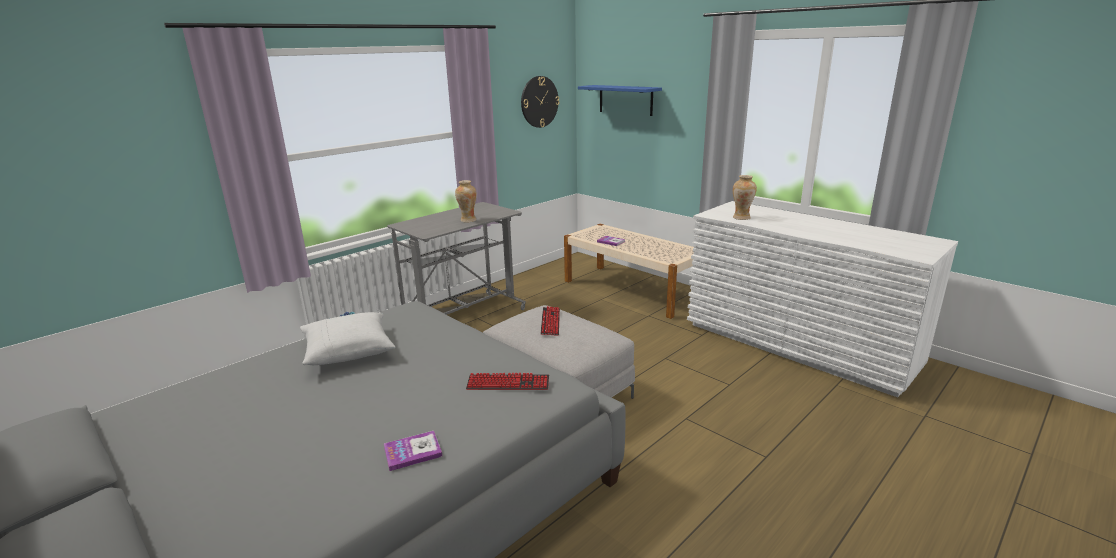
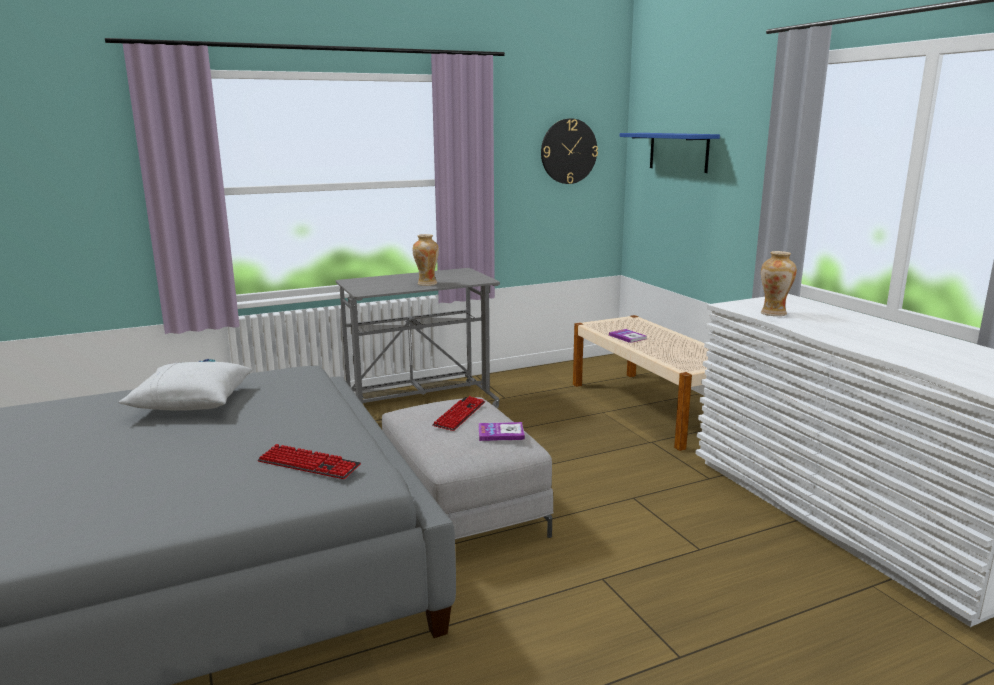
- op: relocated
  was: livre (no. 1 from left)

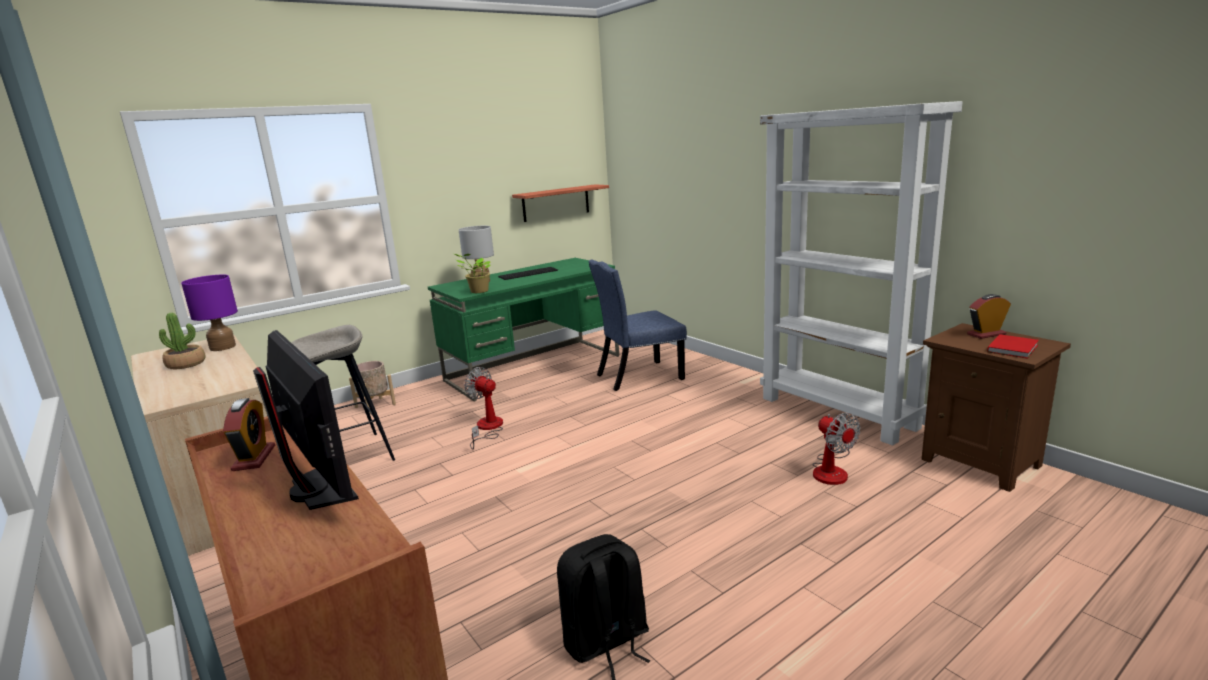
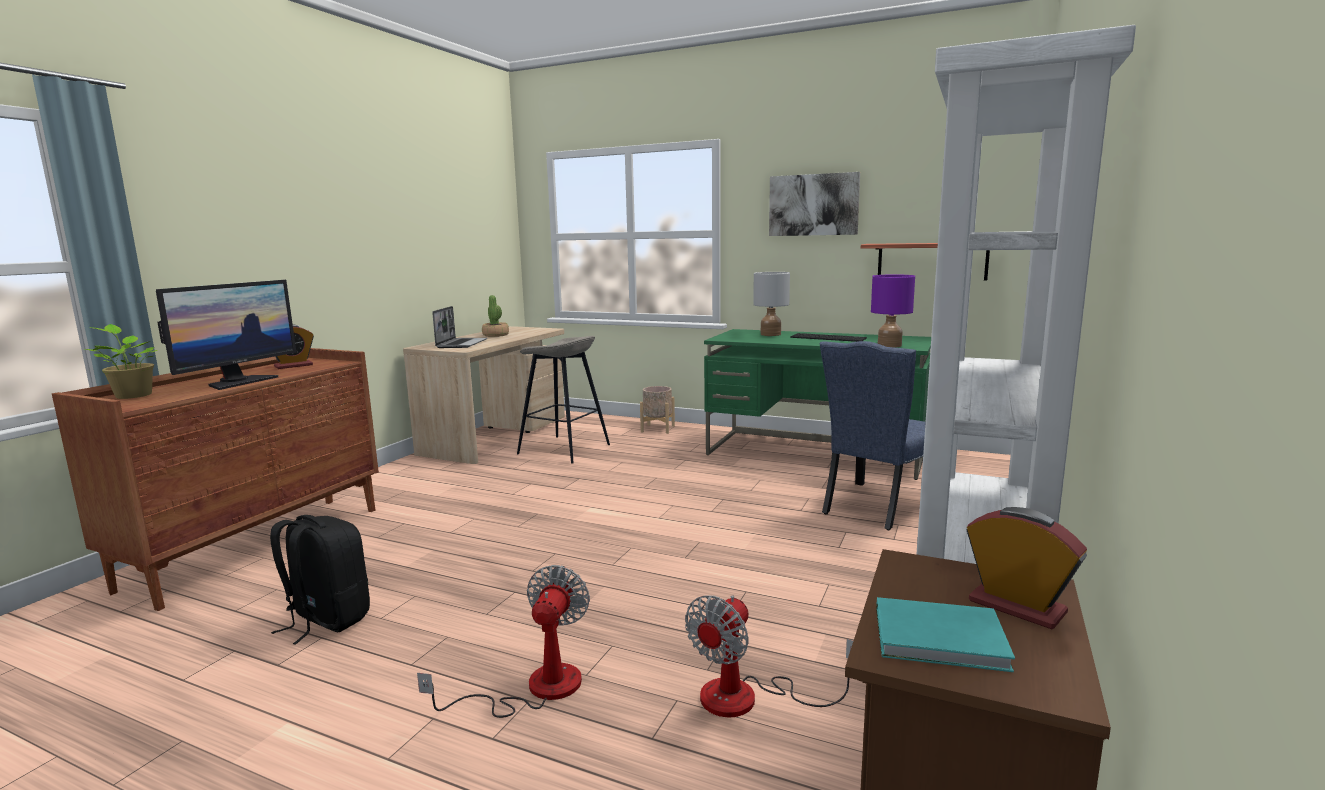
- op: relocated
  was: plante en pot (no. 2 from left in the first image)
  now: plante en pot (no. 1 from left)
- op: spun
  was: chaise/bleu
  clockwise: -90
- op: relocated
  was: lampe de table/violet
- op: colour
  was: livre/rouge
  now: livre/turquoise
- op: relocated
  was: ventilateur (no. 1 from left)
- op: appeared
  now: tableau
- op: appeared
  now: ordinateur portable

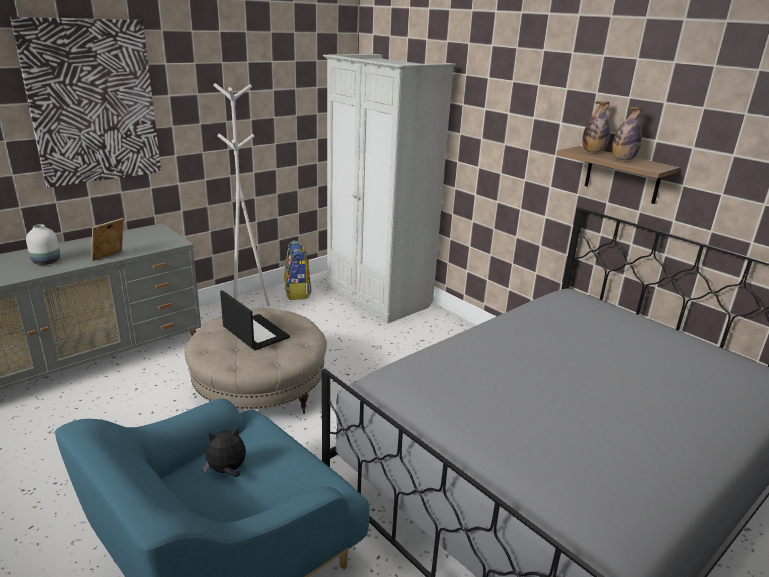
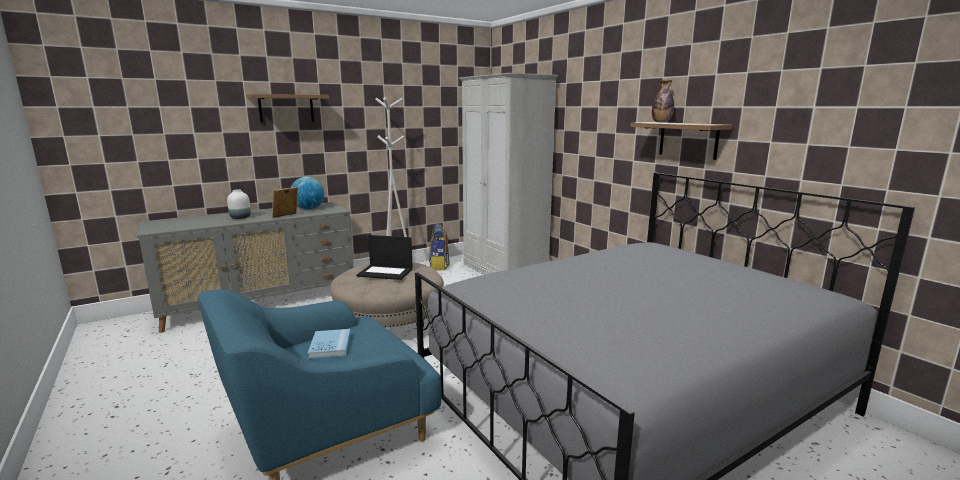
- op: exchanged
  was: tableau
  now: étagère (no. 1 from left)
- op: missing
  was: bouteille (no. 2 from left)
- op: spun
  was: ordinateur portable
  clockwise: 135
- op: exchanged
  was: peluche
  now: livre/bleu
- op: appeared
  now: globe

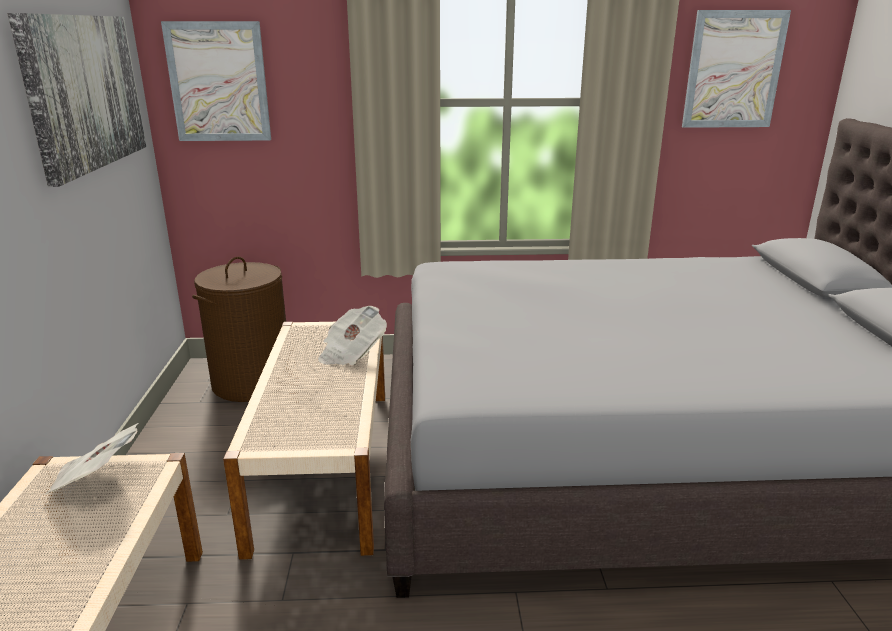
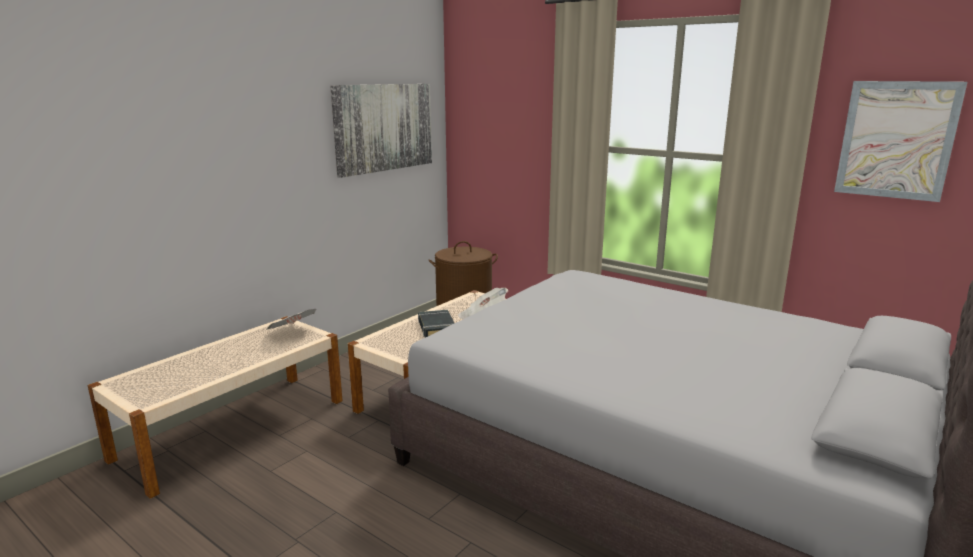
- op: missing
  was: tableau (no. 2 from left)
- op: appeared
  now: livre/noir

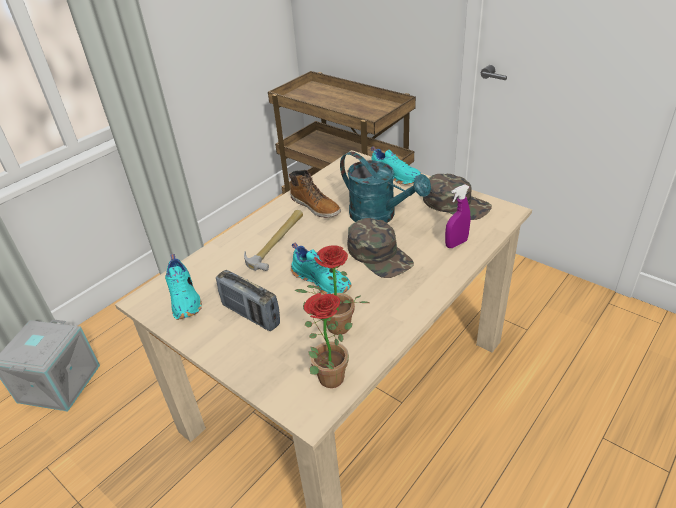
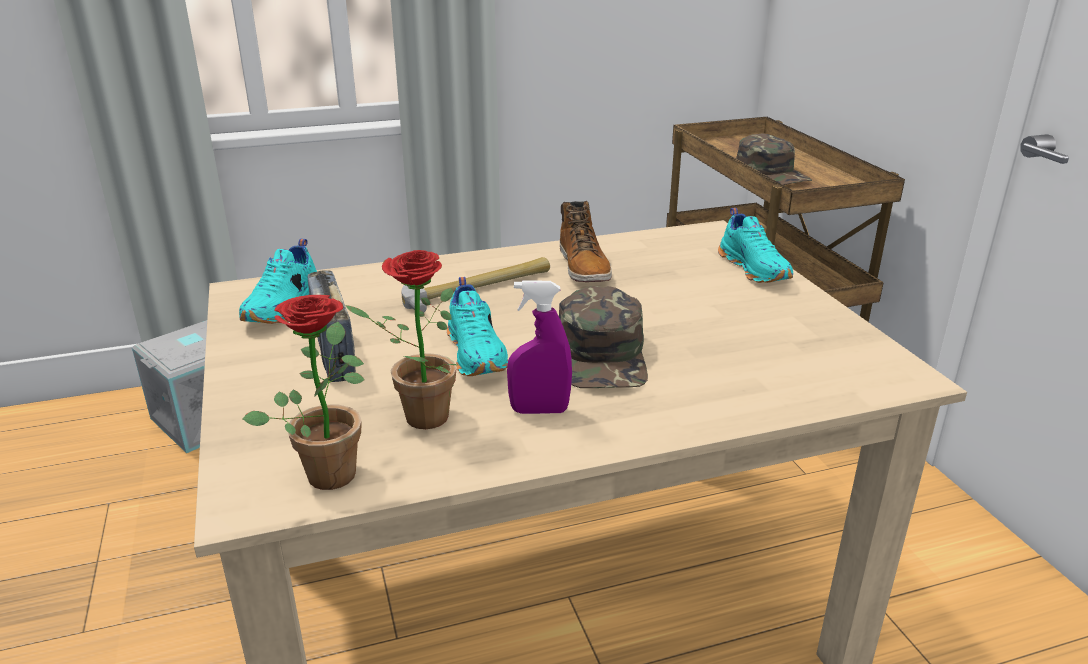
- op: missing
  was: arrosoir/turquoise
- op: relocated
  was: casquette/vert (no. 2 from left)
- op: relocated
  was: vaporisateur/violet

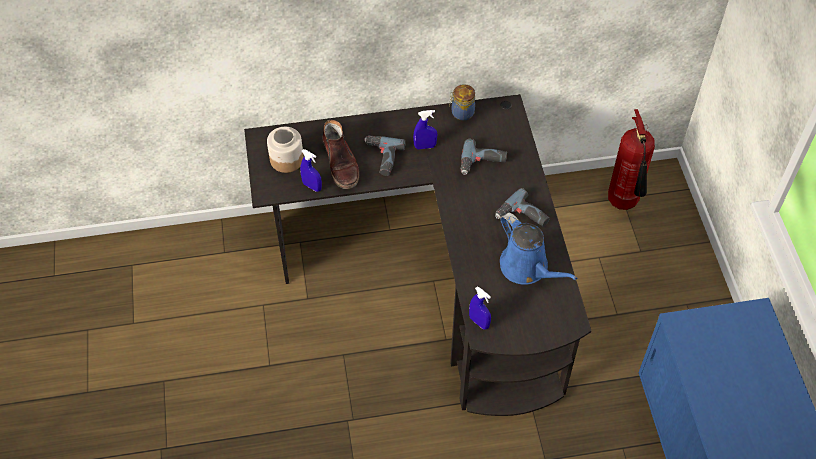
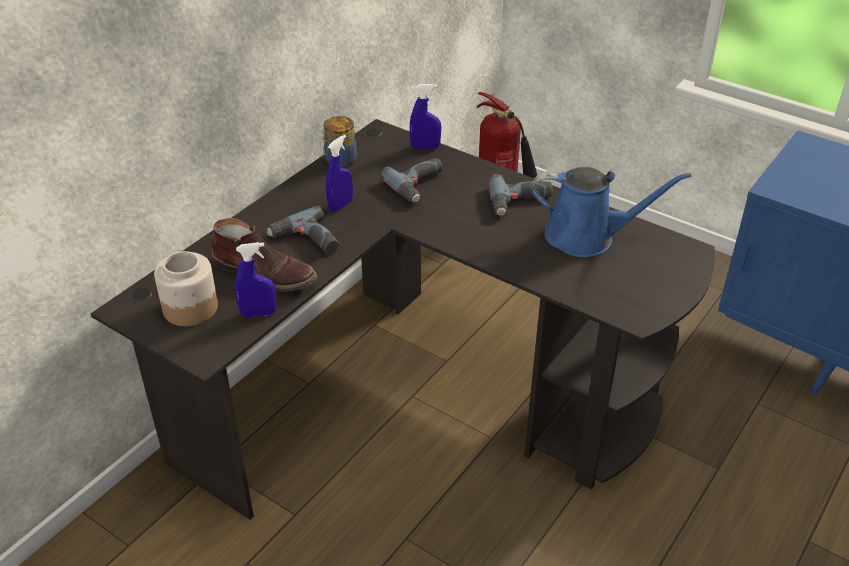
- op: relocated
  was: vaporisateur/bleu (no. 3 from left)

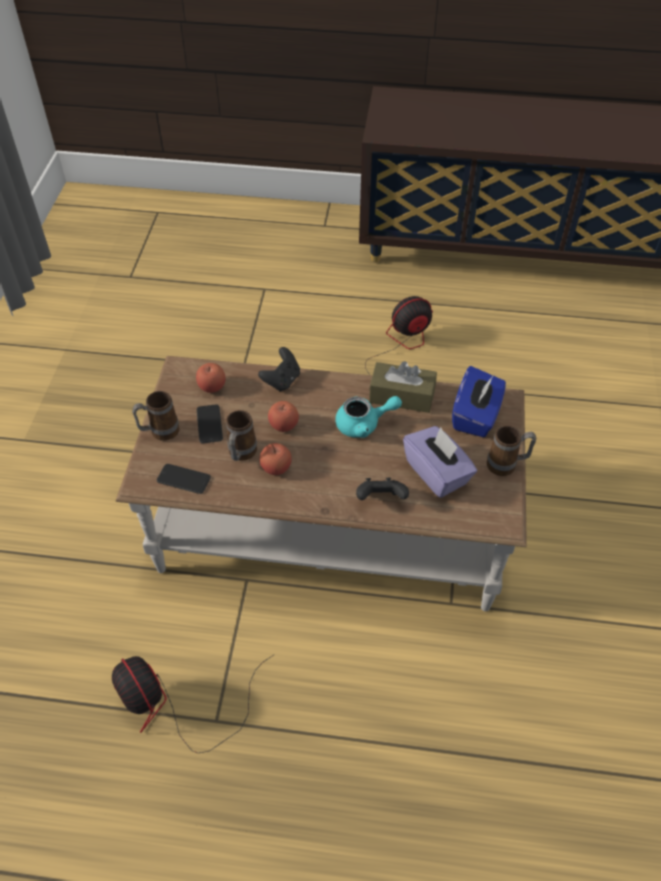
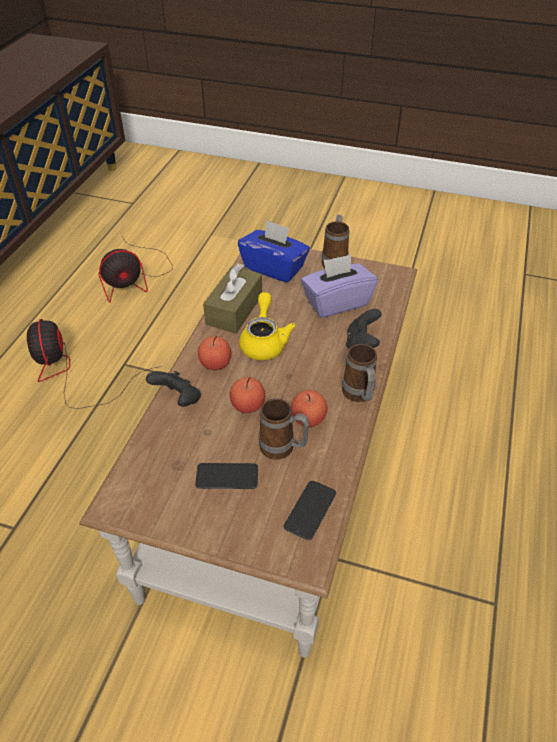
- op: relocated
  was: pomme (no. 1 from left)
- op: relocated
  was: mug (no. 1 from left in the first image)
  now: mug (no. 3 from left)
- op: colour
  was: théière/turquoise
  now: théière/jaune
- op: relocated
  was: ventilateur (no. 1 from left in the first image)
  now: ventilateur (no. 2 from left)

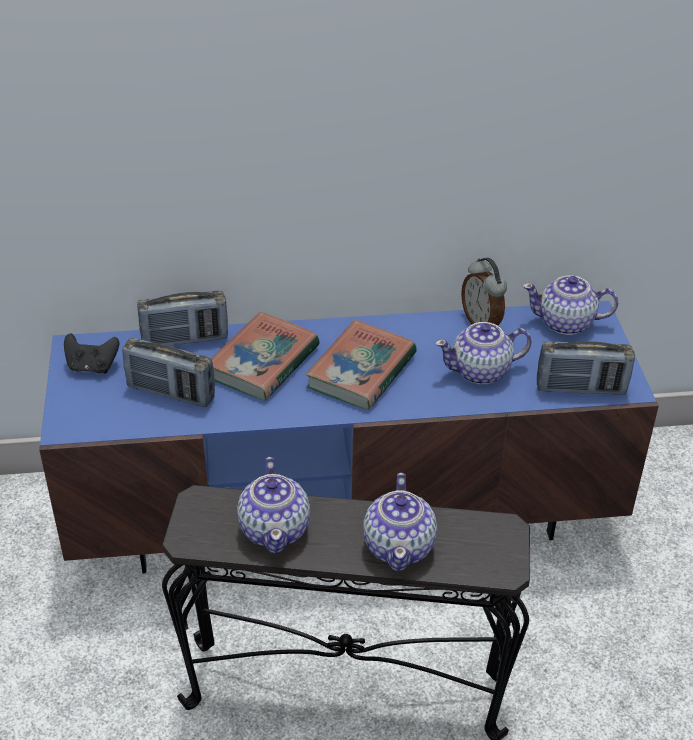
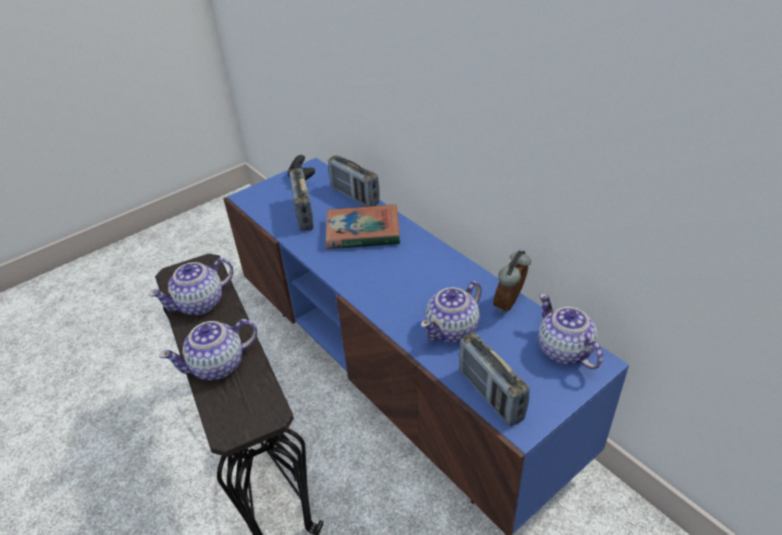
- op: missing
  was: livre (no. 2 from left)
- op: spun
  was: théière (no. 3 from left)
  clockwise: -90

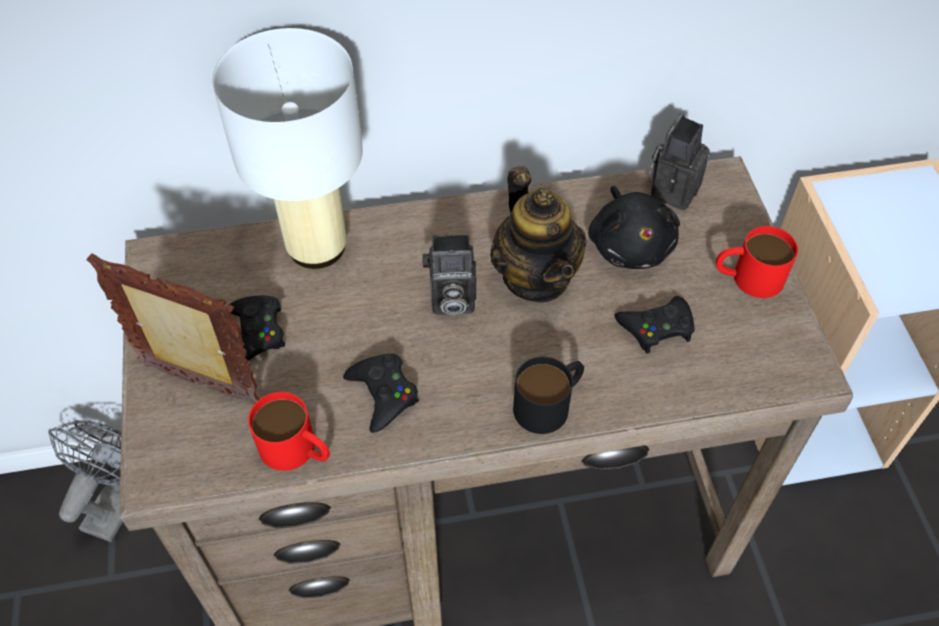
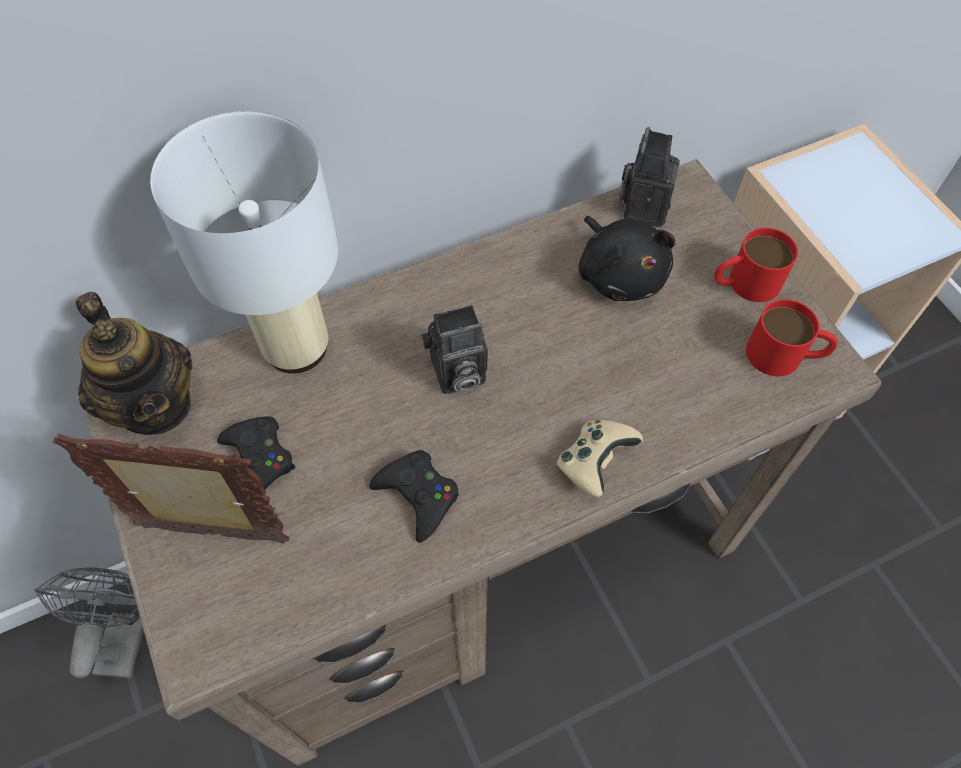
- op: relocated
  was: théière
- op: missing
  was: manette/noir (no. 3 from left)
- op: exchanged
  was: mug/noir
  now: manette/beige
- op: relocated
  was: mug/rouge (no. 1 from left in the first image)
  now: mug/rouge (no. 2 from left)

